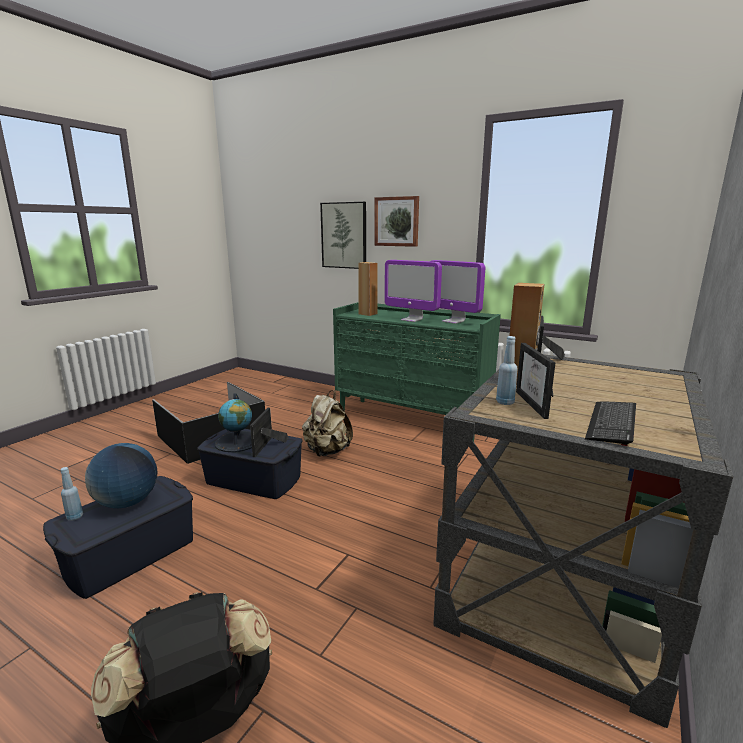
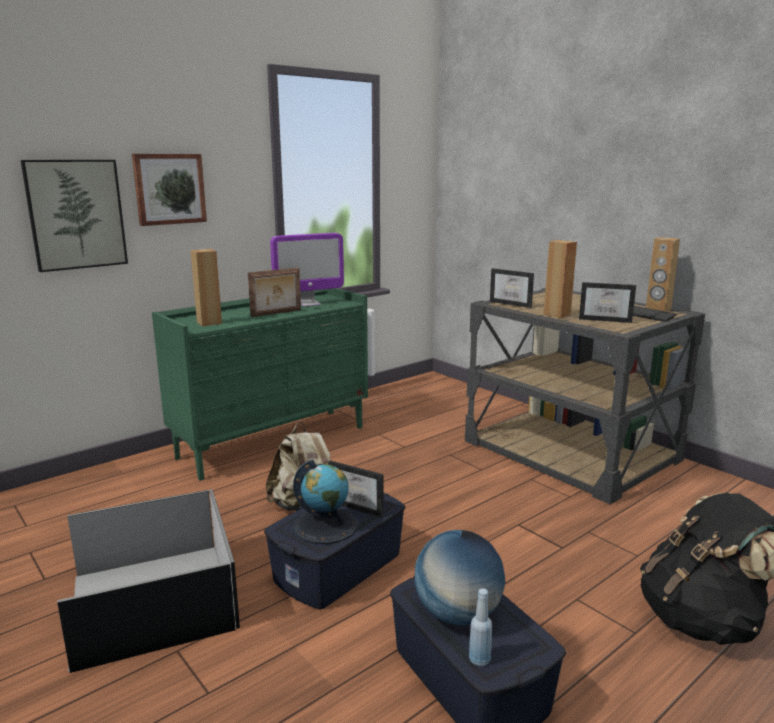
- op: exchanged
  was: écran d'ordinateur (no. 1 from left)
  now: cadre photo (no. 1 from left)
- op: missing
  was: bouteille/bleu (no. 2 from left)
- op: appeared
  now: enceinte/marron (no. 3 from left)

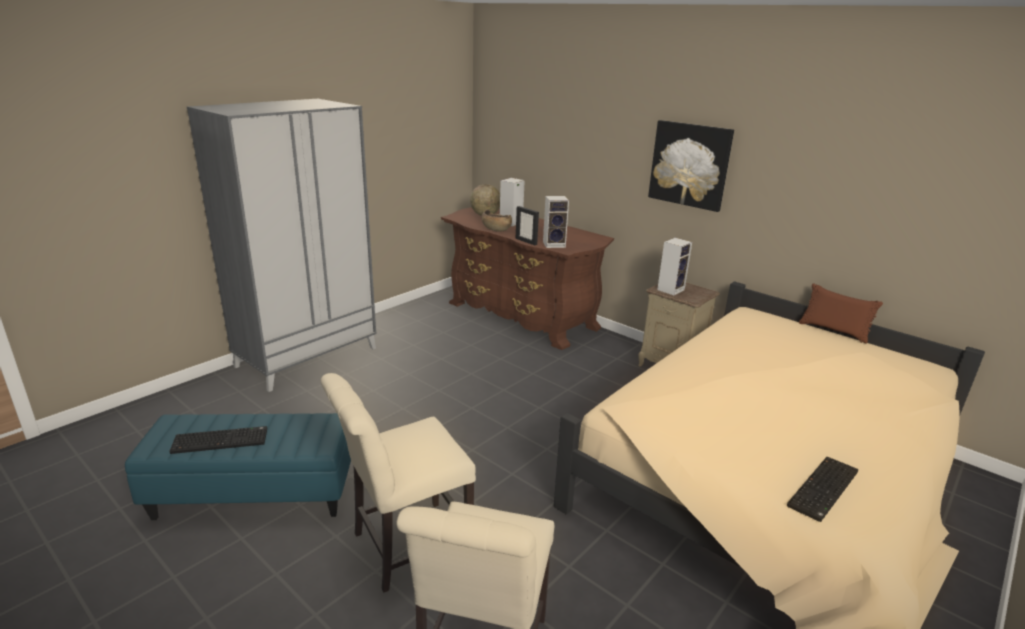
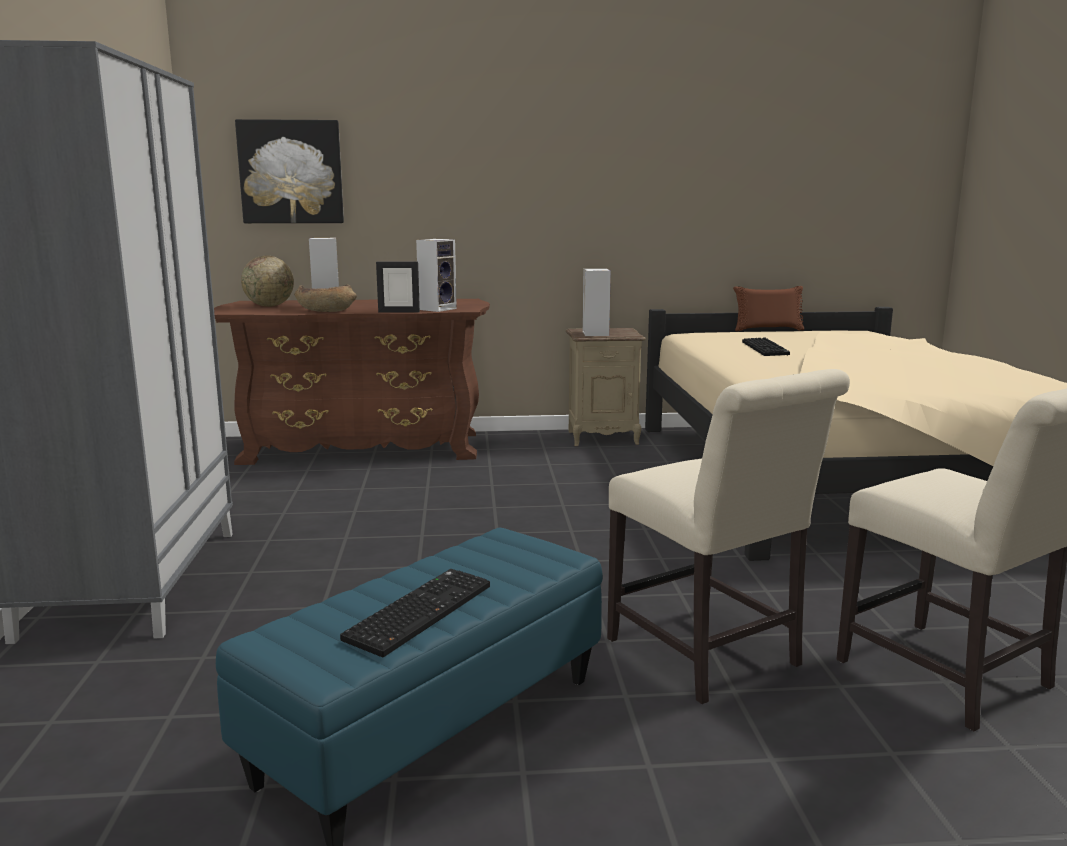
- op: relocated
  was: tableau
- op: spun
  was: chaise/beige (no. 1 from left)
  clockwise: -45
- op: relocated
  was: clavier (no. 2 from left)

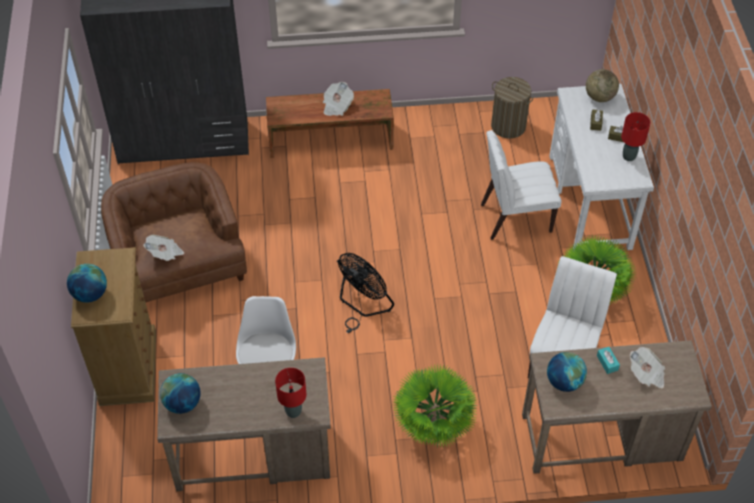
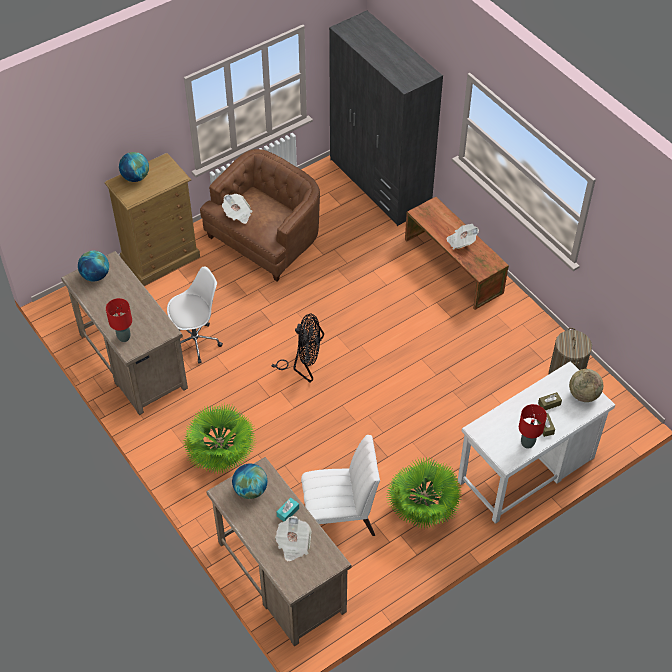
- op: missing
  was: chaise/blanc (no. 1 from left)

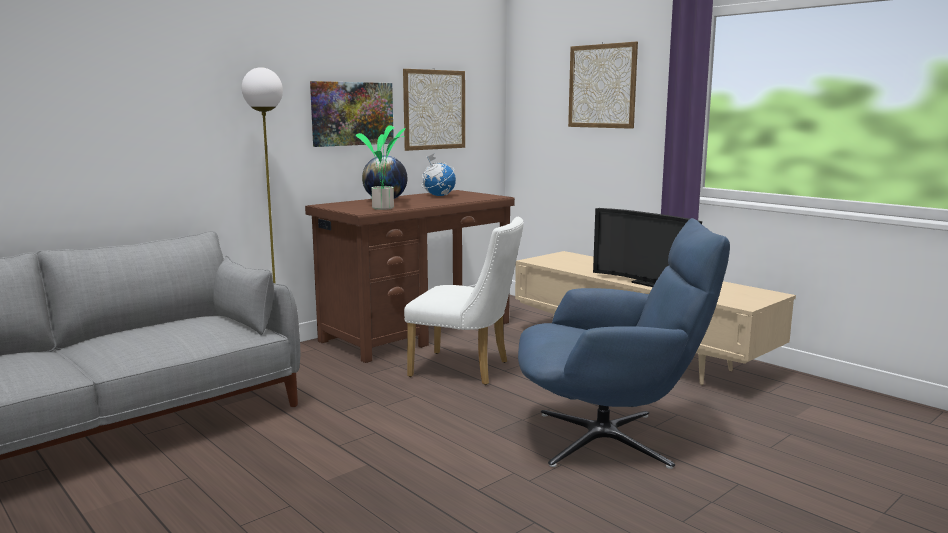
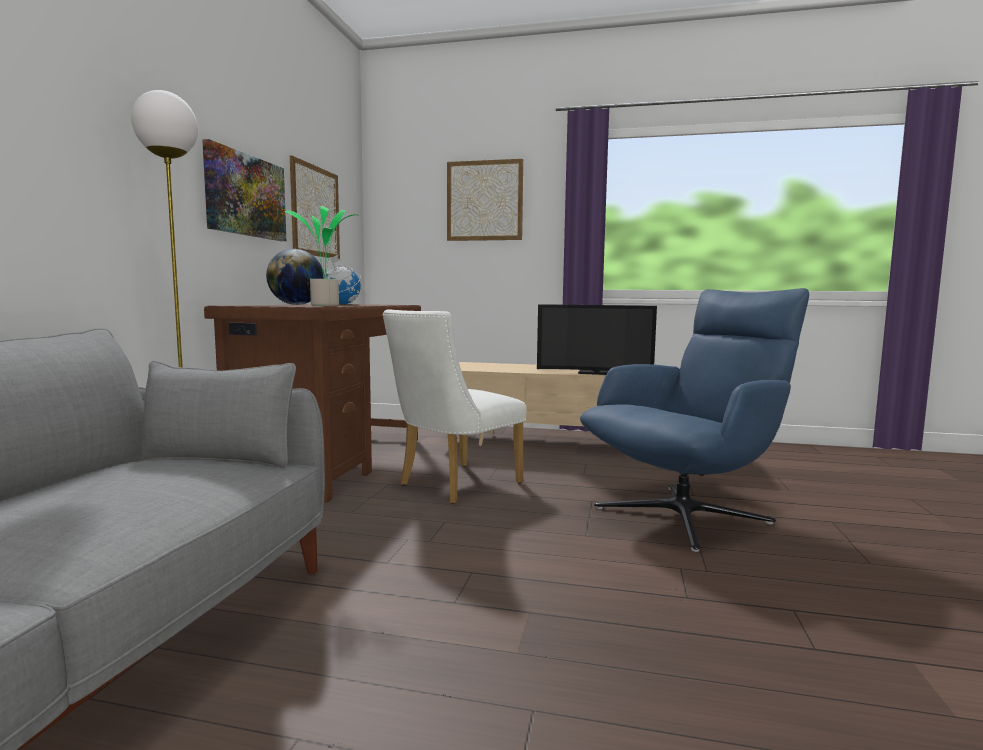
- op: spun
  was: chaise/blanc
  clockwise: 150

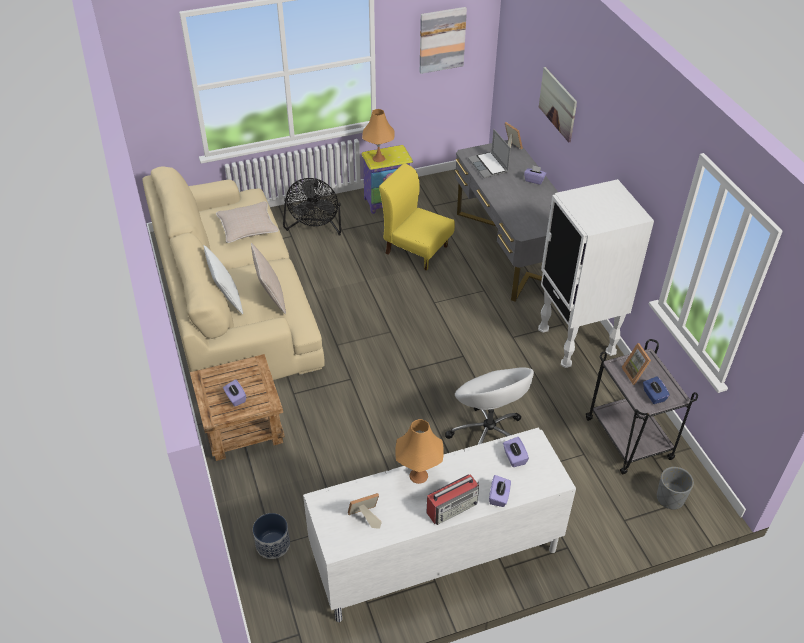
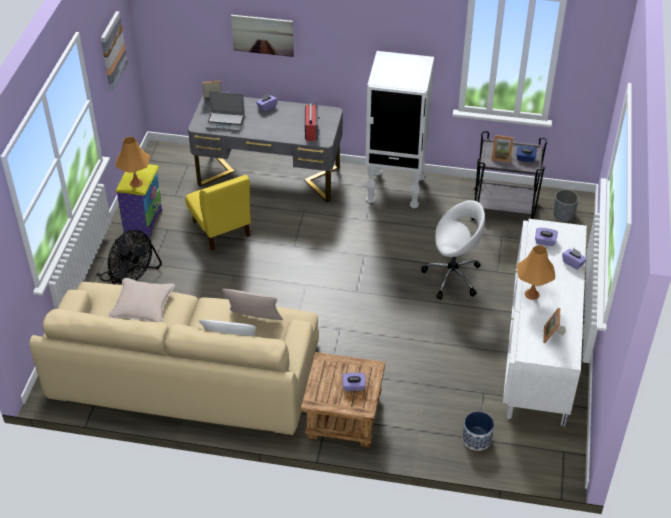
- op: spun
  was: chaise/jaune
  clockwise: -90
- op: relocated
  was: radio

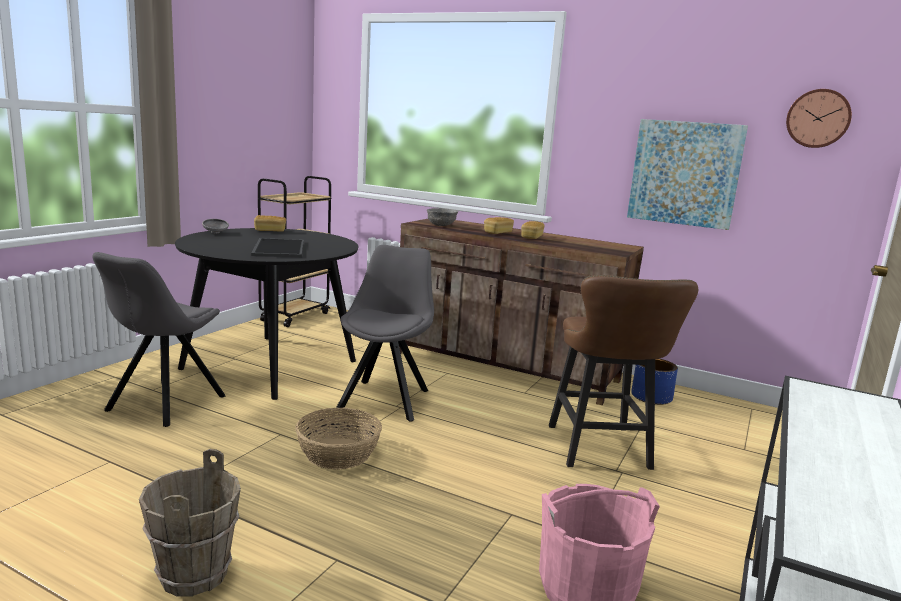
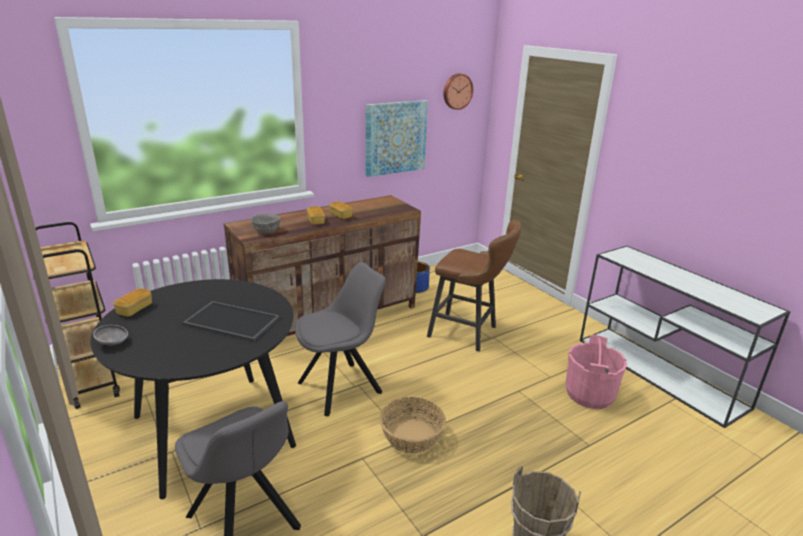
- op: spun
  was: chaise/gris (no. 2 from left)
  clockwise: 105

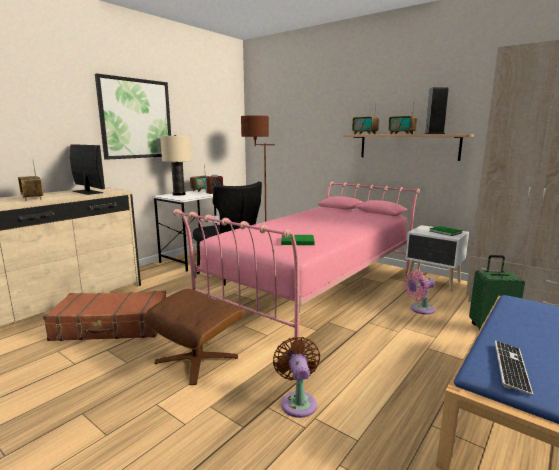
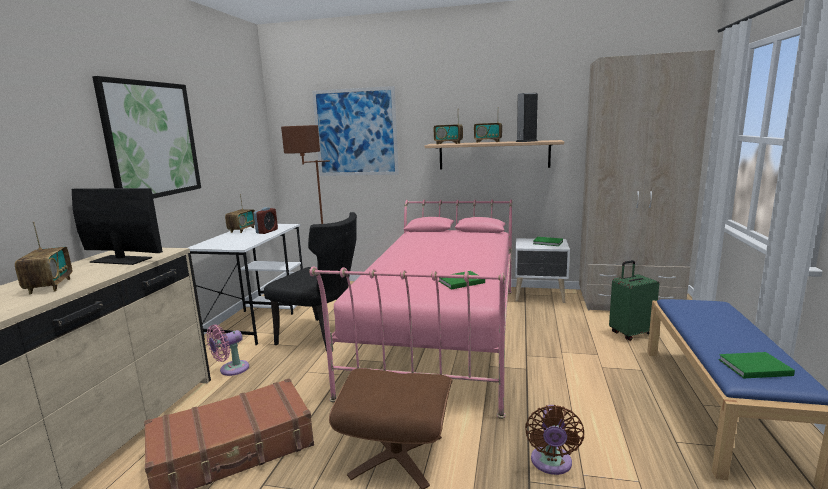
- op: missing
  was: lampe de table/beige
- op: spun
  was: radio (no. 1 from left)
  clockwise: -135
- op: relocated
  was: ventilateur/rose
- op: spun
  was: ventilateur/marron
  clockwise: -135
- op: exchanged
  was: clavier
  now: livre/vert (no. 3 from left)
- op: appeared
  now: tableau (no. 2 from left)

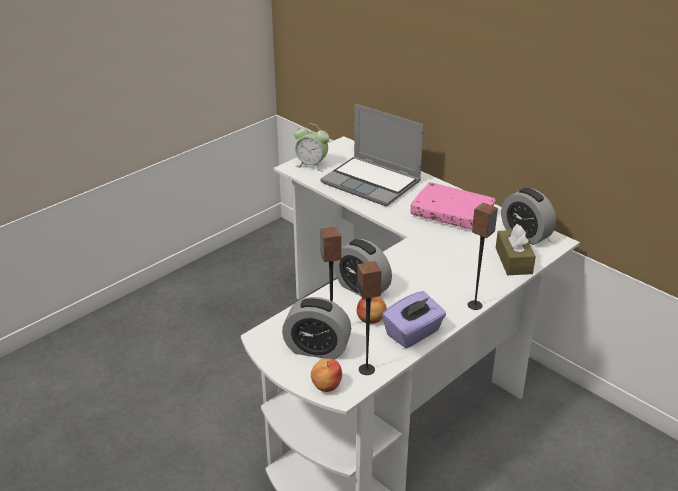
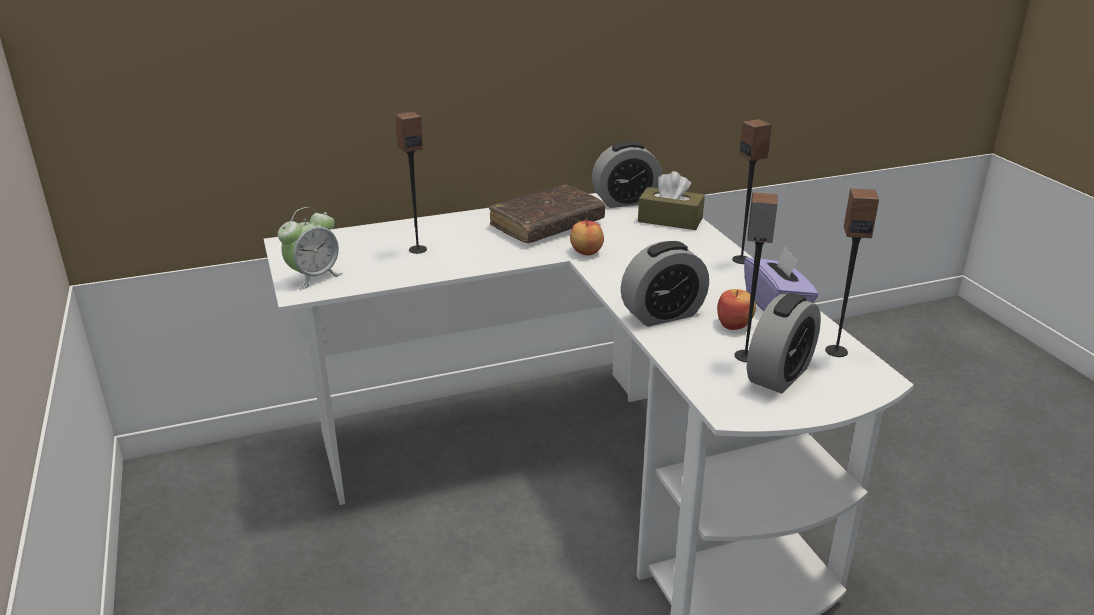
- op: exchanged
  was: ordinateur portable
  now: enceinte (no. 1 from left)
- op: colour
  was: livre/rose
  now: livre/marron
- op: relocated
  was: pomme (no. 1 from left)

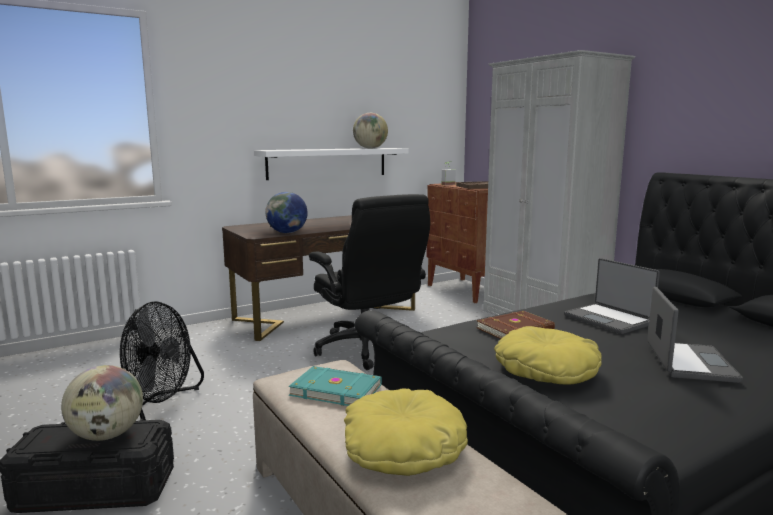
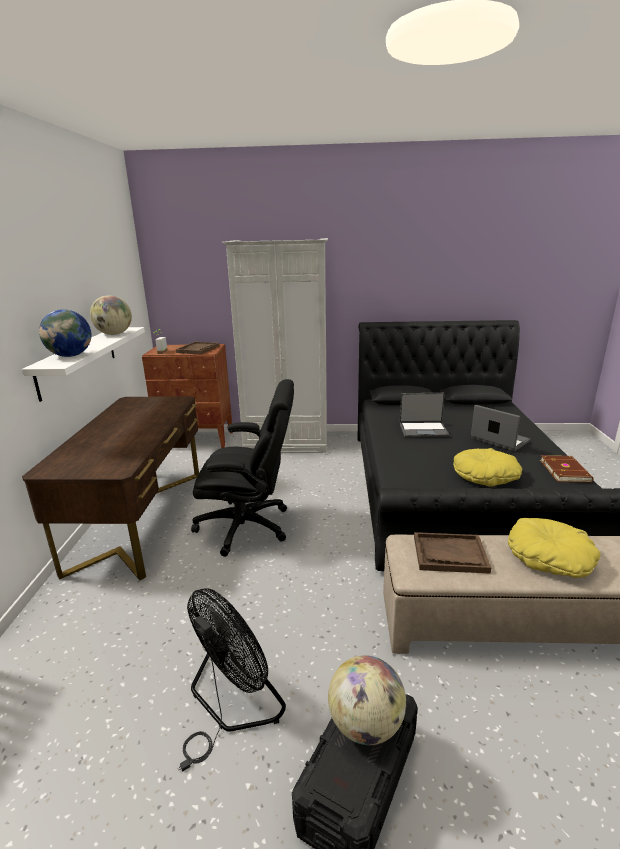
- op: relocated
  was: globe (no. 2 from left in the first image)
  now: globe (no. 1 from left)
- op: relocated
  was: livre/marron
- op: exchanged
  was: livre/turquoise
  now: plateau/marron (no. 2 from left)

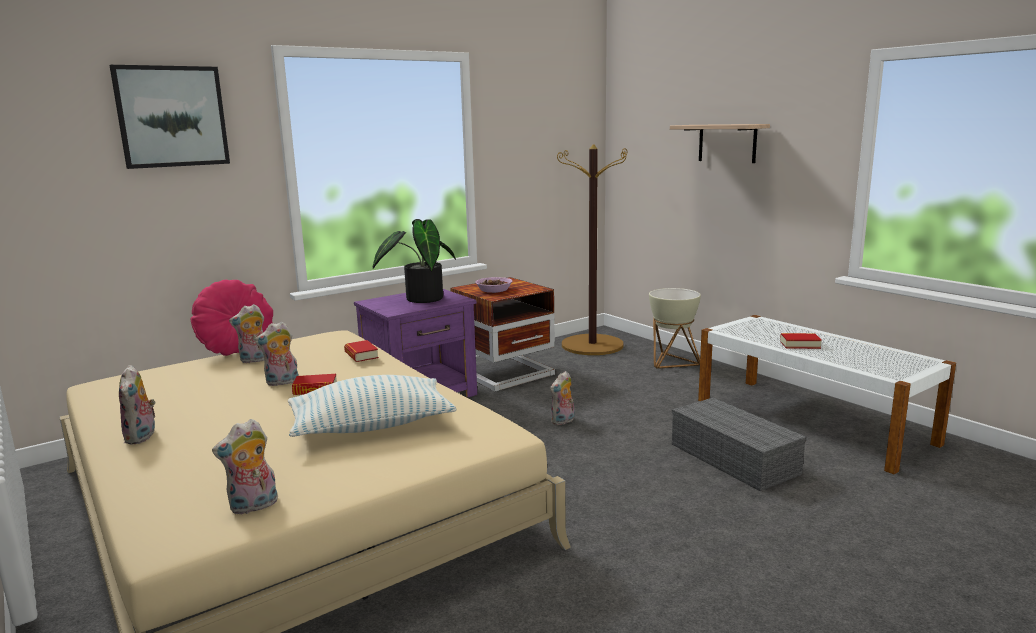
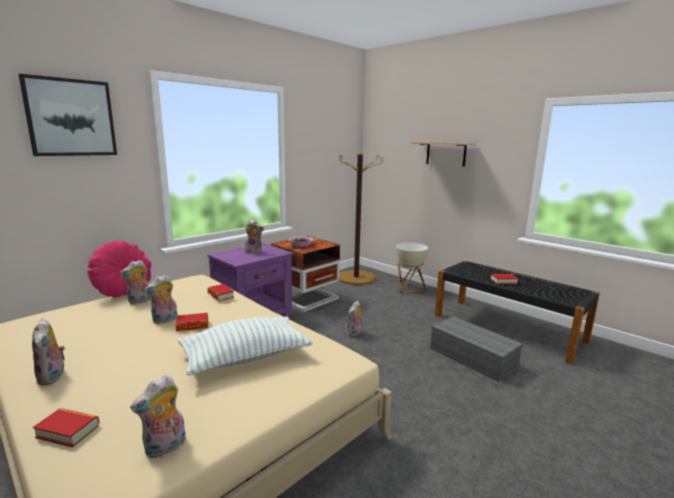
- op: exchanged
  was: plante en pot
  now: peluche (no. 5 from left)
- op: colour
  was: banc/blanc
  now: banc/noir
- op: appeared
  now: livre (no. 1 from left)

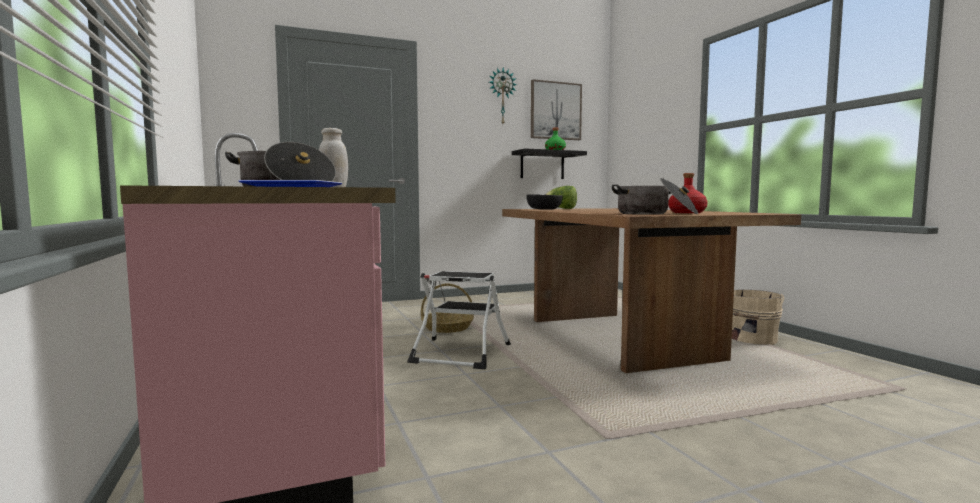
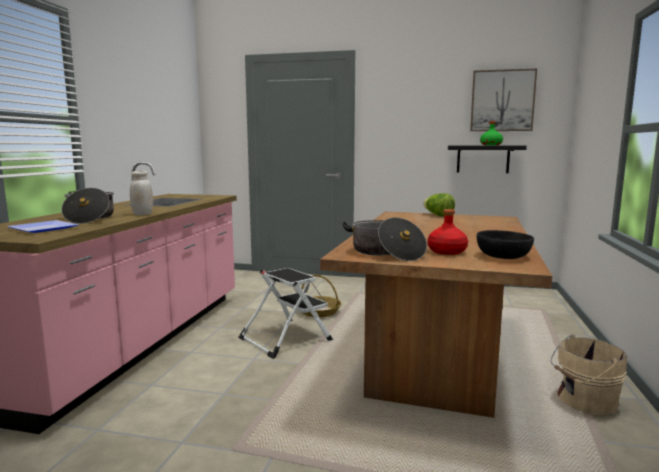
- op: missing
  was: horloge murale
- op: relocated
  was: bol/noir

